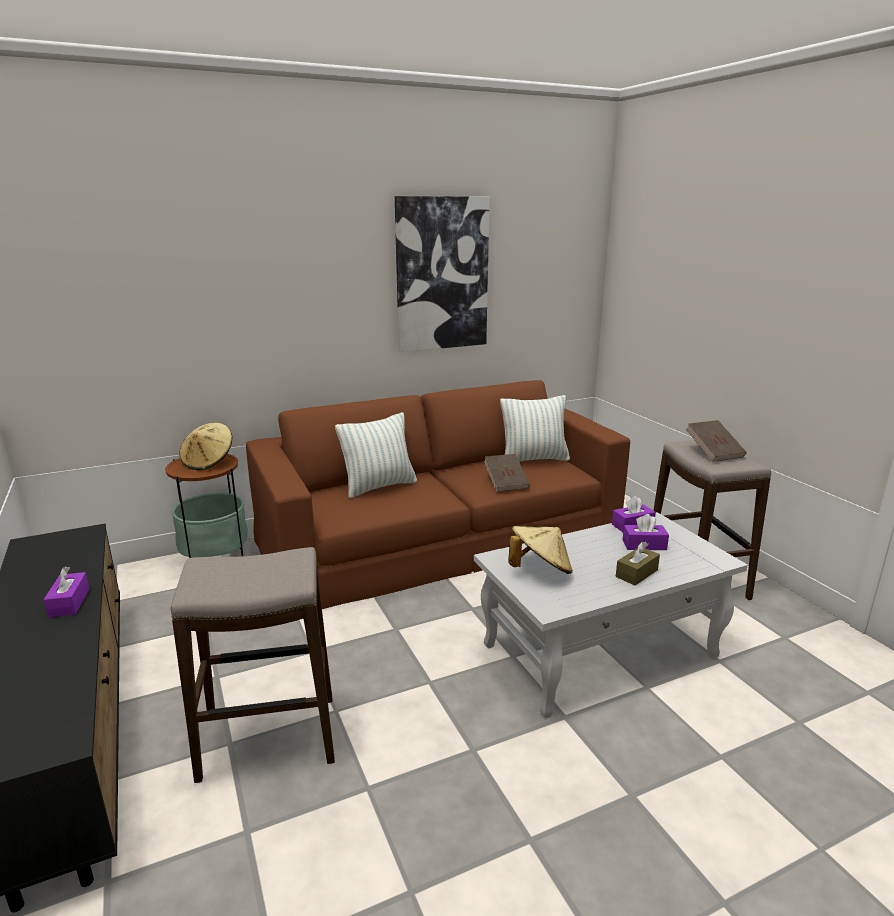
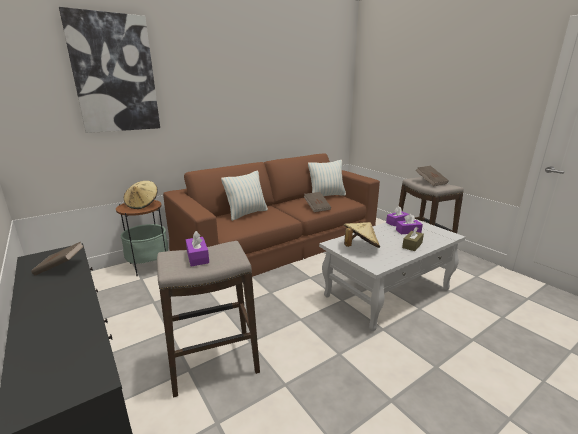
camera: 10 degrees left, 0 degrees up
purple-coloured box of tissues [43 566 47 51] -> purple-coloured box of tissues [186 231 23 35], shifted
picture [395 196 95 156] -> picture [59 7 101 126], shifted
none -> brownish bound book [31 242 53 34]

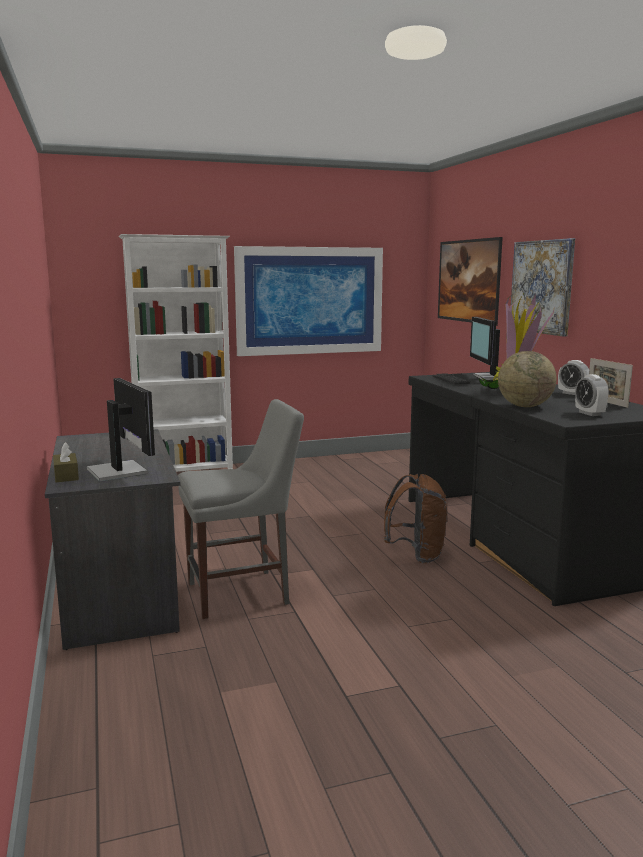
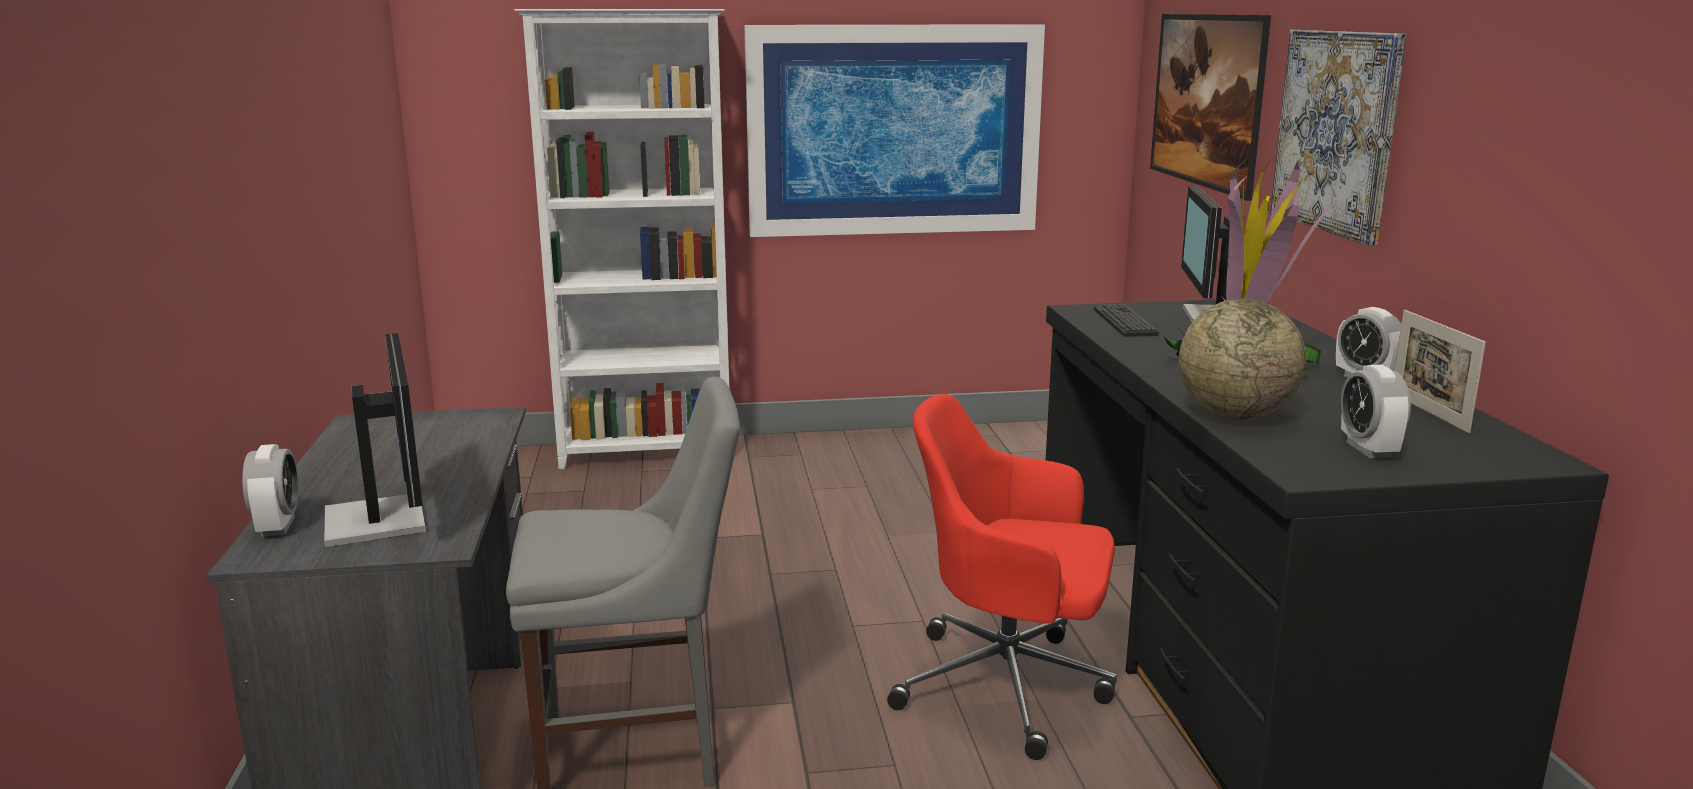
camera: 10 degrees right, 5 degrees up
brownish box of tissues [53 442 26 40] -> bedside clock [242 444 57 93]
brownish backpack [384 474 63 89] -> reddish computer chair [887 394 230 366]

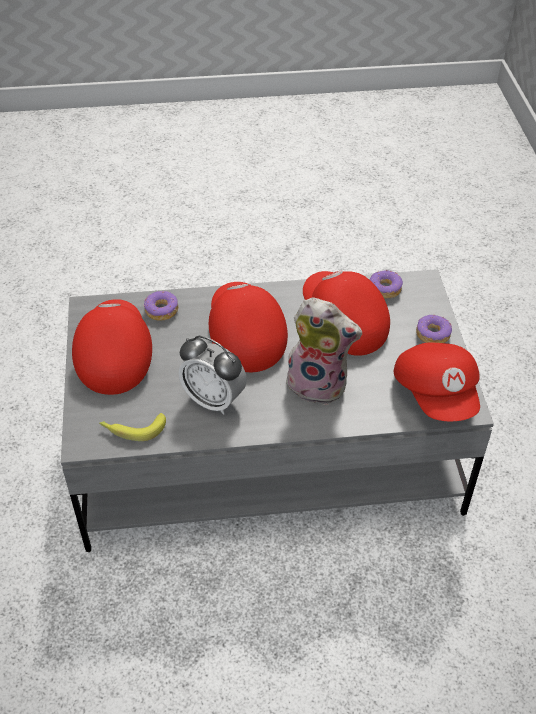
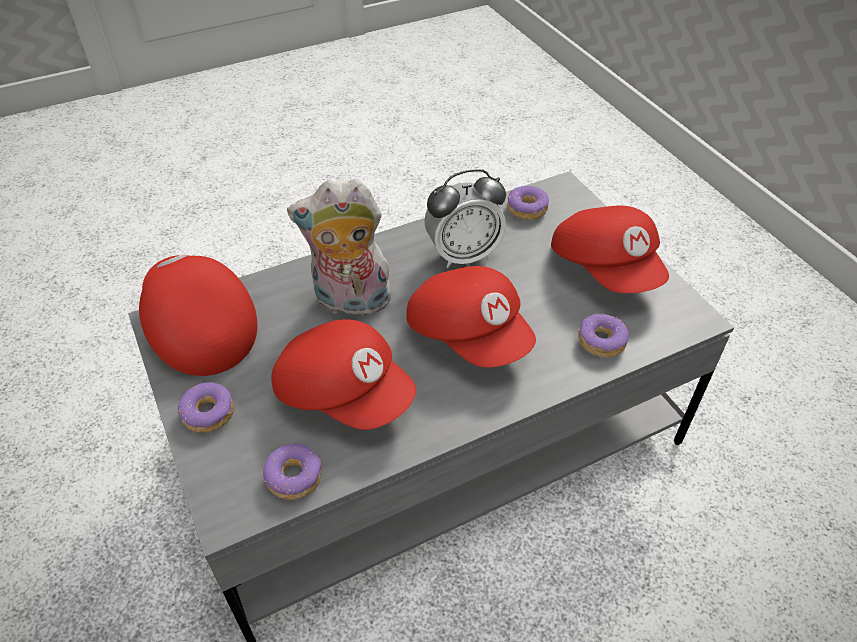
camera: 160 degrees right, 0 degrees up
banana [99 413 67 28] -> ring doughnut [507 186 42 34]
bedside clock [178 336 69 79] -> bedside clock [424 169 82 99], 150 degrees clockwise

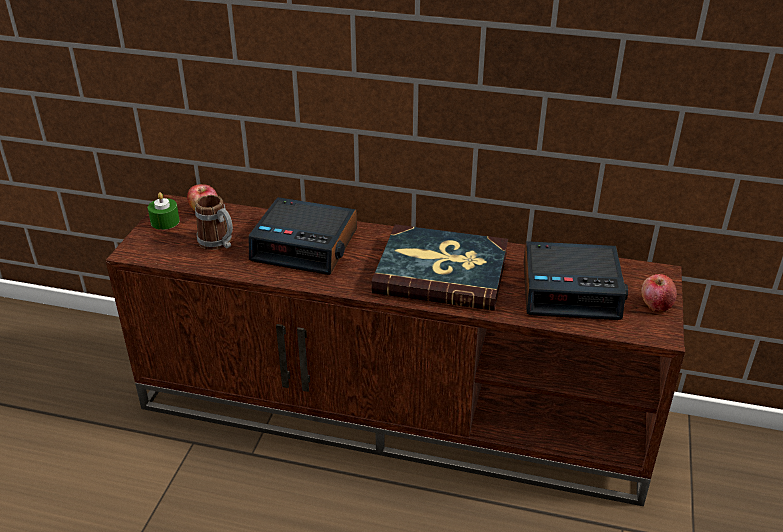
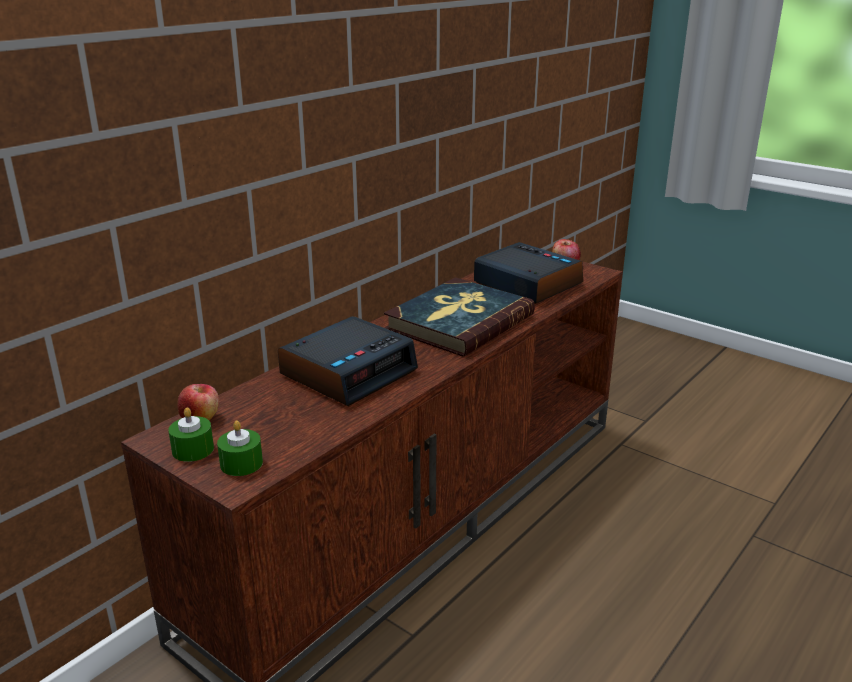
camera: 65 degrees left, 10 degrees down
tea mug [195 195 38 55] -> none
bedside clock [524 241 104 79] -> bedside clock [474 242 109 62], 75 degrees counterclockwise
none -> green-coloured wax candle [217 420 46 56]

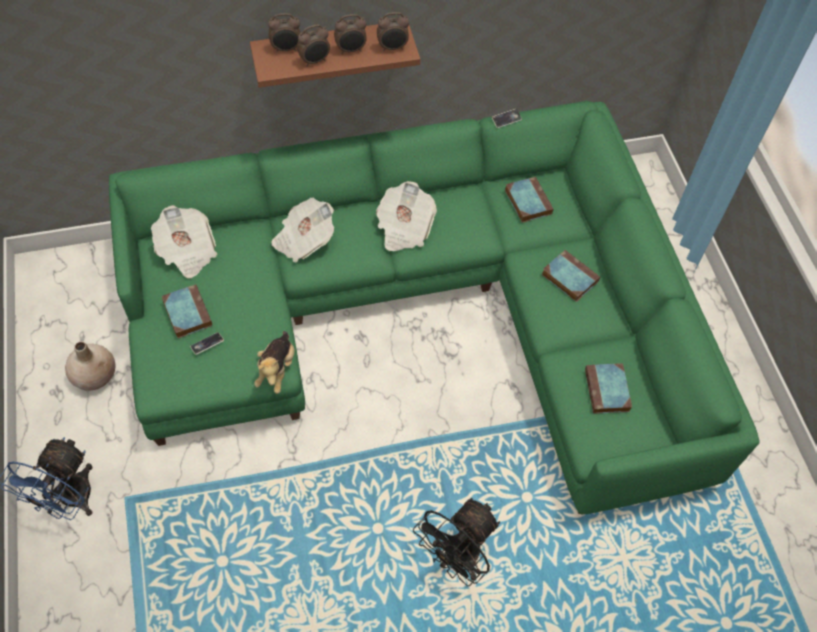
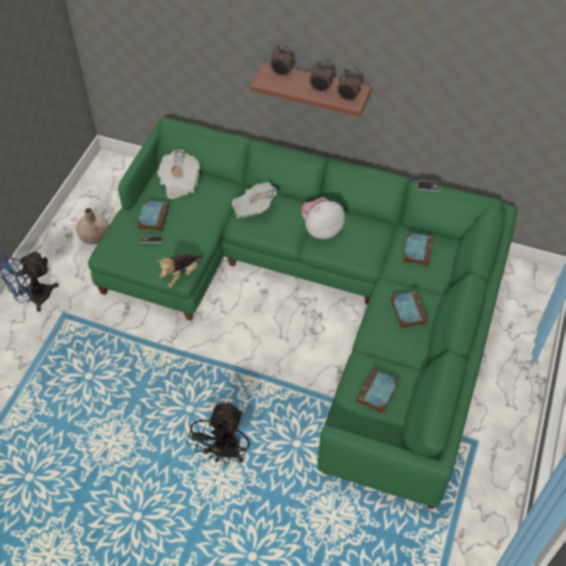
camera: 35 degrees right, 5 degrees down
bedside clock [297 25 33 42] -> none
newspaper [376 181 61 70] -> soft toy [301 197 44 42]
black cooling fan [413 498 87 88] -> black cooling fan [187 401 63 63], 60 degrees counterclockwise

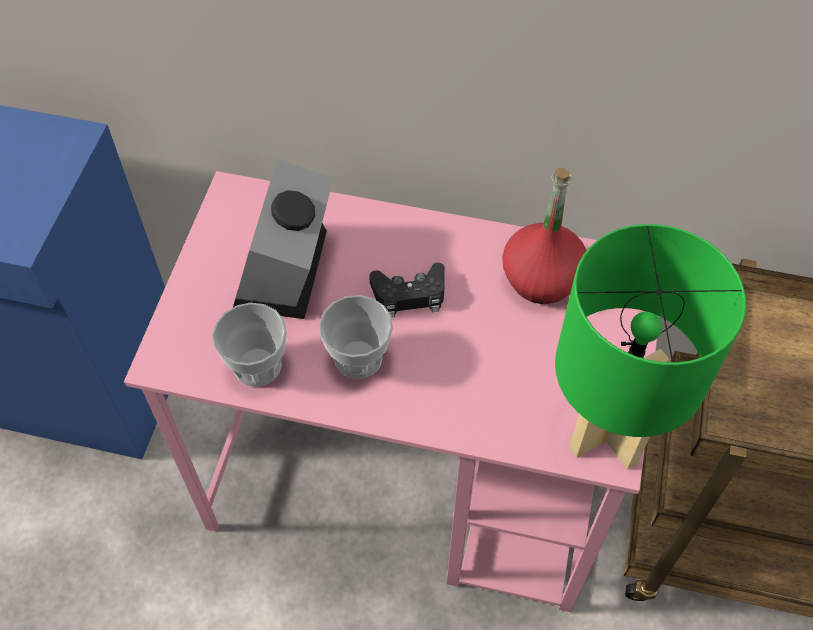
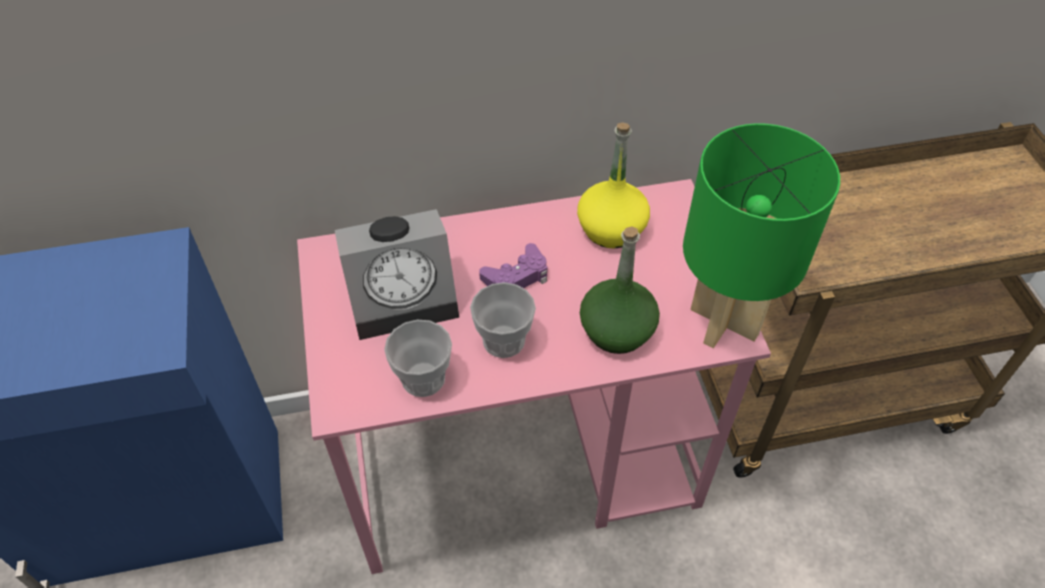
camera: 25 degrees left, 5 degrees down
bedside clock [233 158 101 161] -> bedside clock [335 209 124 131], 90 degrees counterclockwise
black game controller [369 263 76 55] -> purple-coloured game controller [479 243 69 45]
reddish beverage bottle [502 168 85 136] -> yellowish beverage bottle [577 122 73 126]
none -> green-coloured beverage bottle [580 226 80 128]

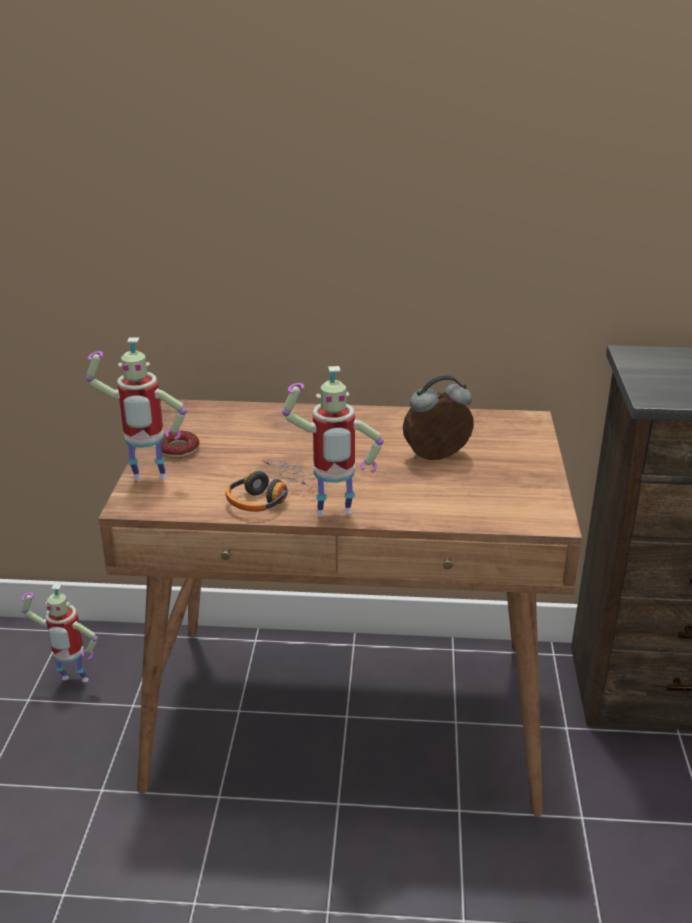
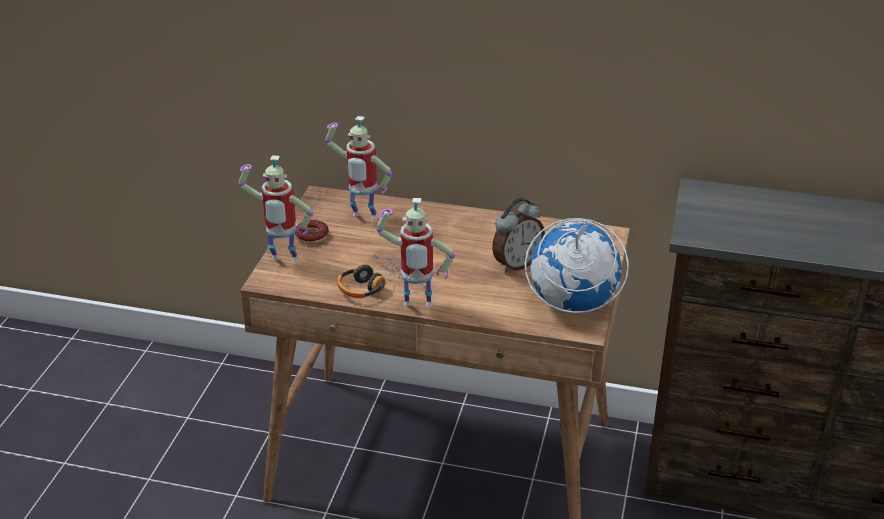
camera: 10 degrees right, 5 degrees up
robot figure [22 584 76 98] -> robot figure [325 116 68 104], shifted
bedside clock [403 375 71 85] -> bedside clock [492 198 53 75], 150 degrees clockwise
none -> globe [525 217 104 96]

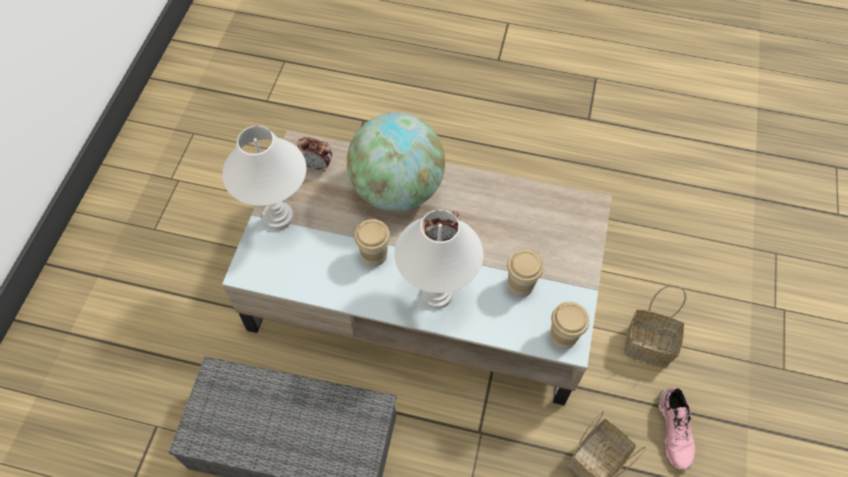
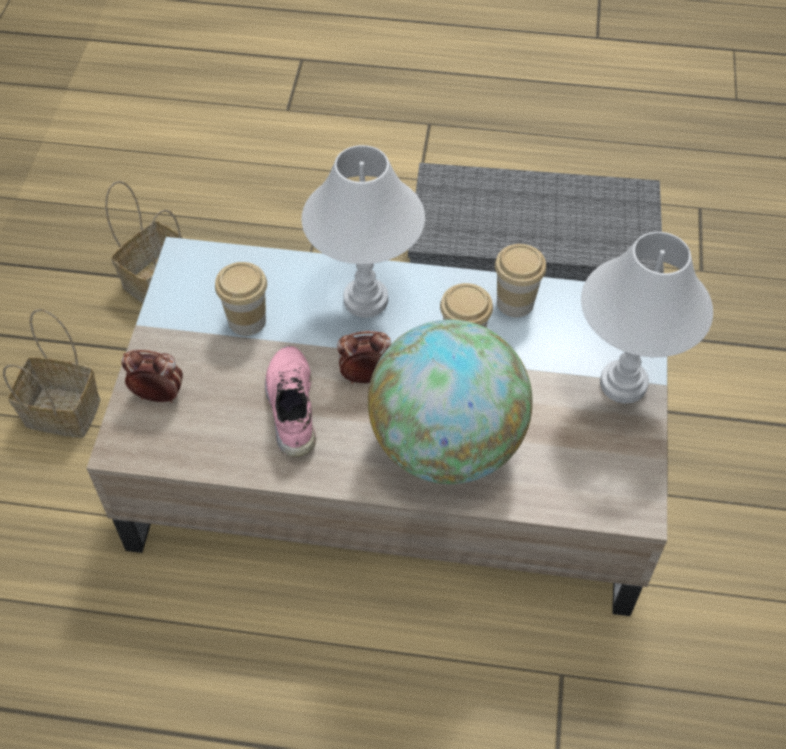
camera: 175 degrees right, 5 degrees down
bedside clock [297 137 35 35] -> bedside clock [121 350 62 53], shifted
drinking cup [550 302 39 47] -> drinking cup [495 244 51 73], shifted
pinkish low shoe [658 387 37 83] -> pinkish low shoe [265 345 51 112], shifted

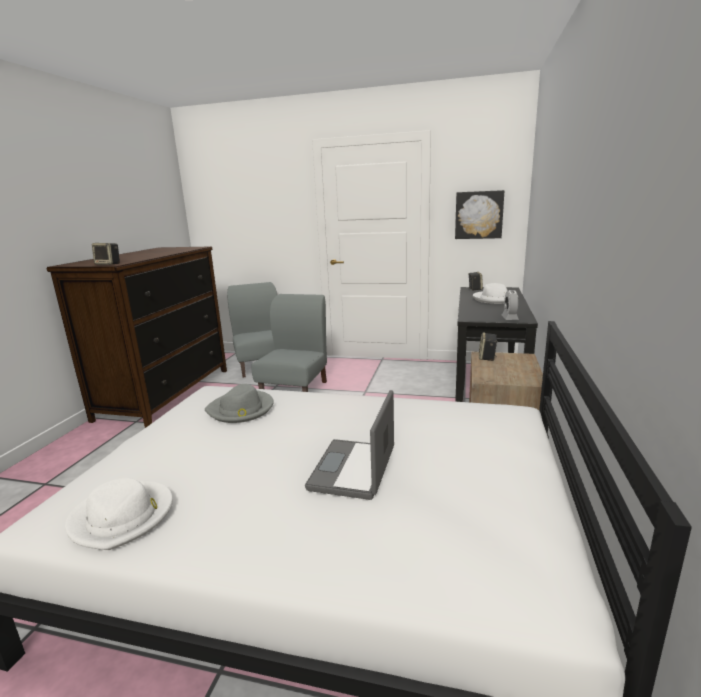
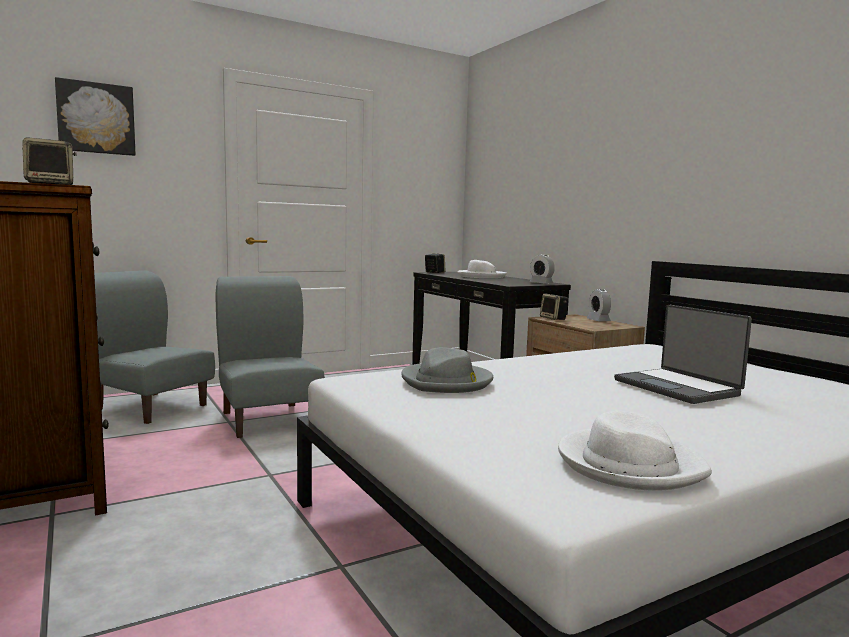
camera: 45 degrees left, 10 degrees down
picture [455 190 49 49] -> picture [55 77 81 79], shifted
none -> bedside clock [587 289 24 32]

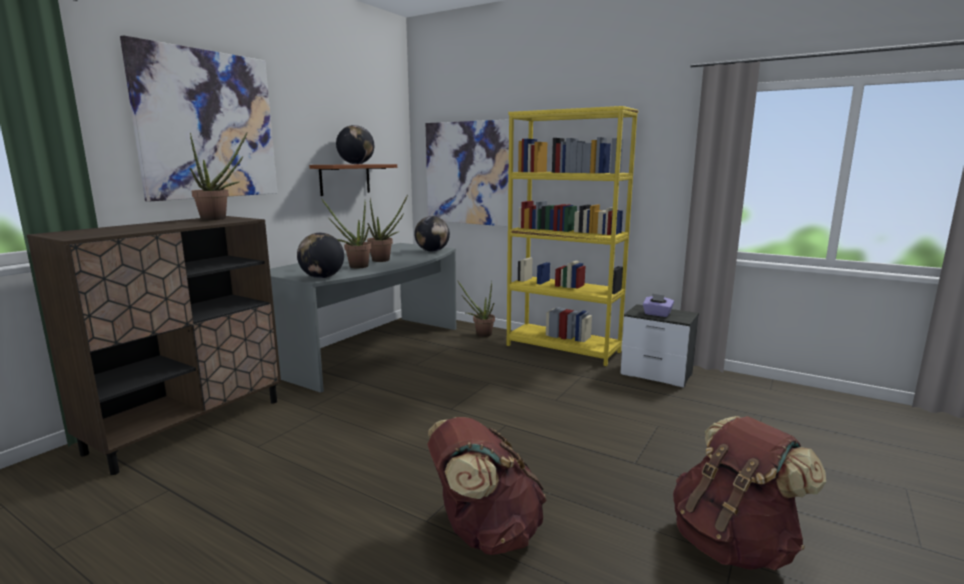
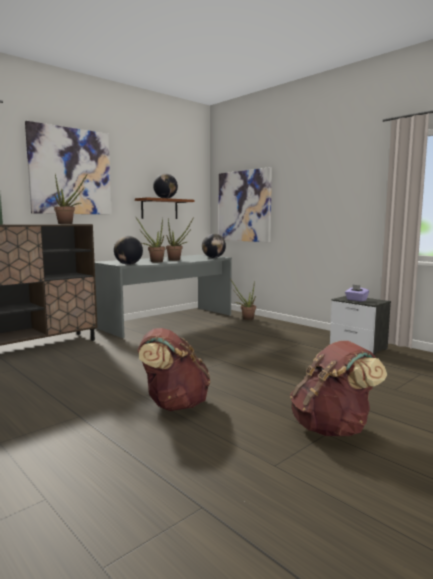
camera: 15 degrees right, 5 degrees down
yellowish bookshelf [507 106 131 260] -> none

